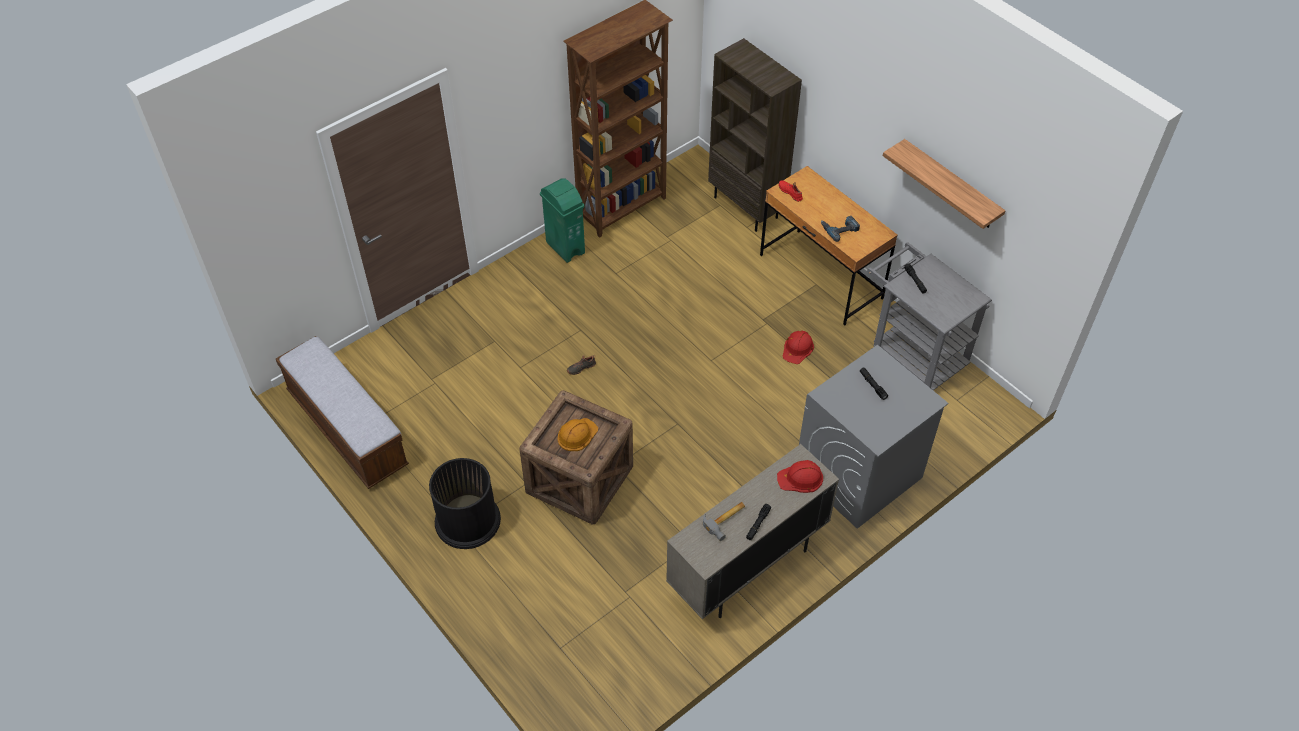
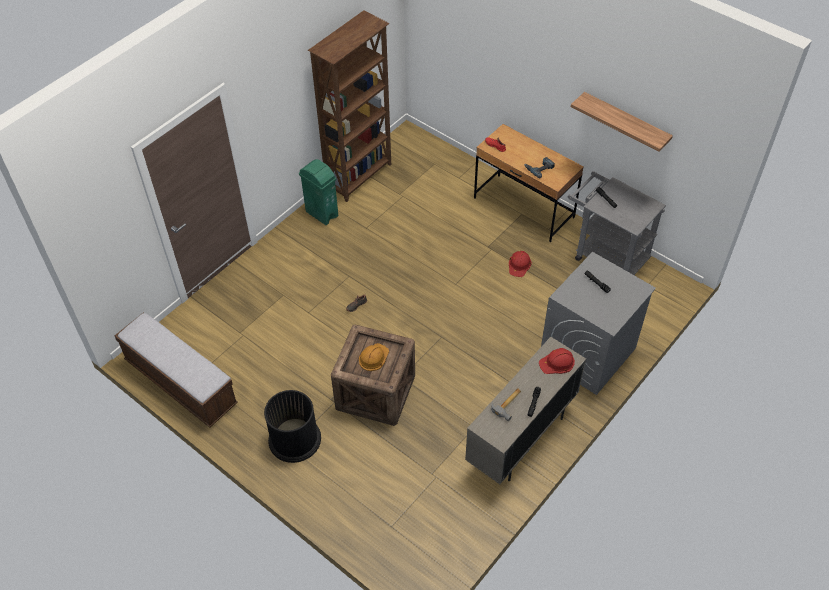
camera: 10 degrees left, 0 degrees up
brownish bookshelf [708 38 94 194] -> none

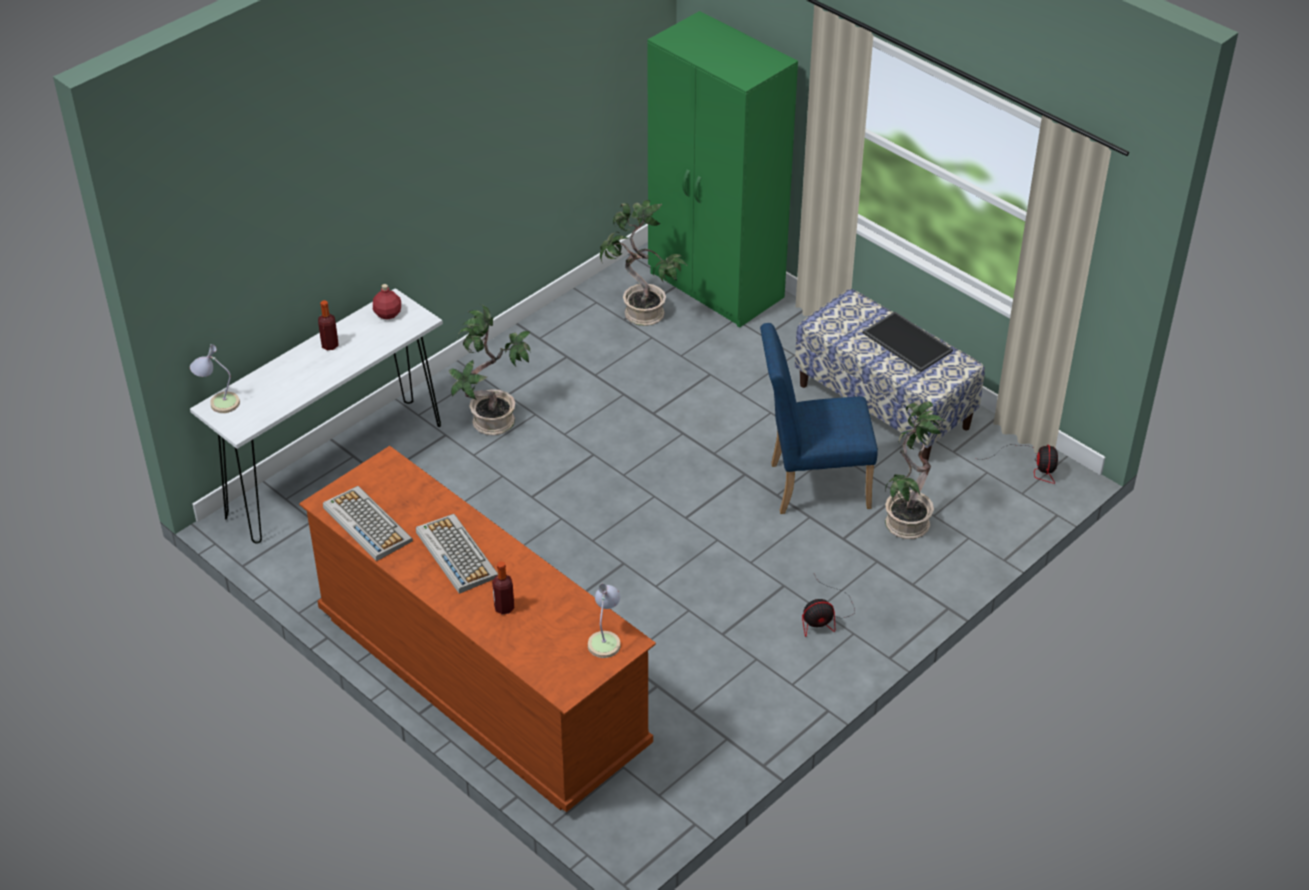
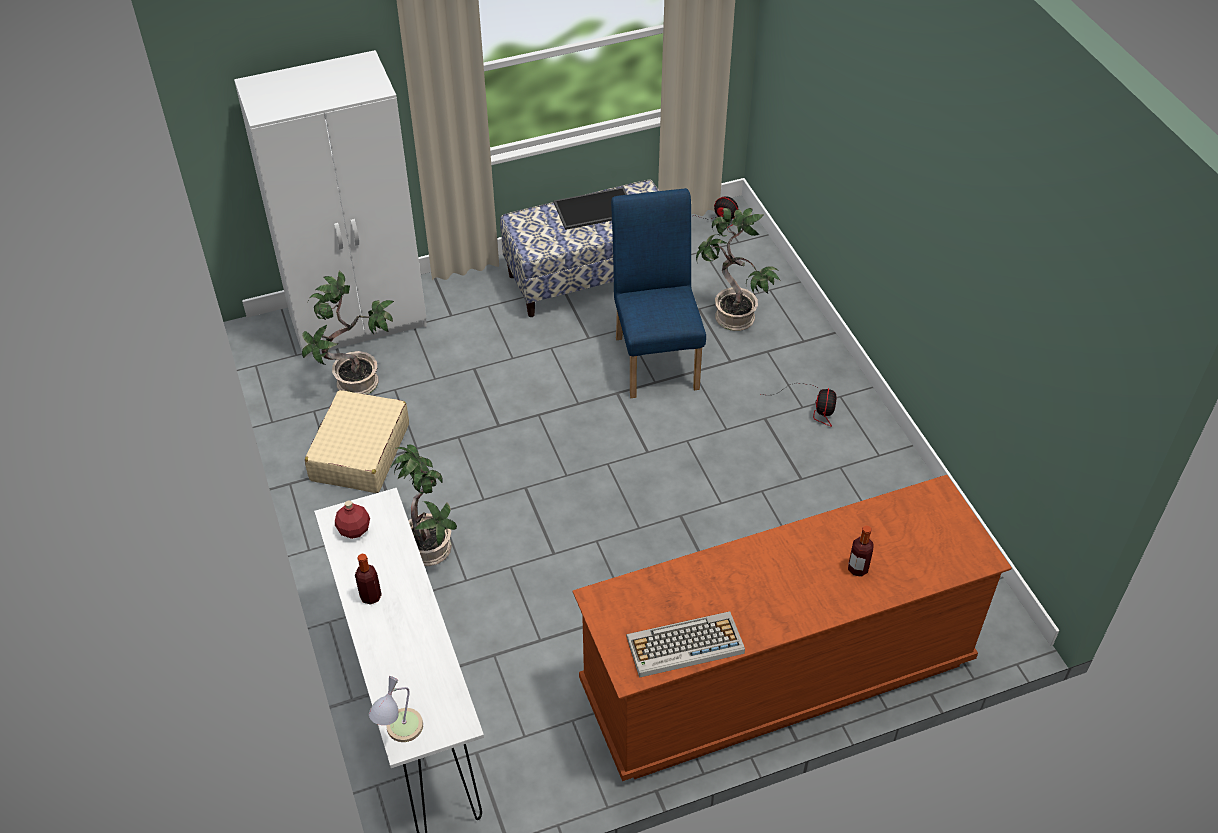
camera: 65 degrees left, 5 degrees up
PC keyboard [416 514 82 80] -> none
table lamp [588 584 33 74] -> none
green-coloured armoire [647 11 151 317] -> whitish armoire [234 50 193 308]
bluish chair [760 323 118 191] -> bluish chair [611 188 95 210], 150 degrees clockwise
none -> sand-coloured suitcase [305 390 104 103]

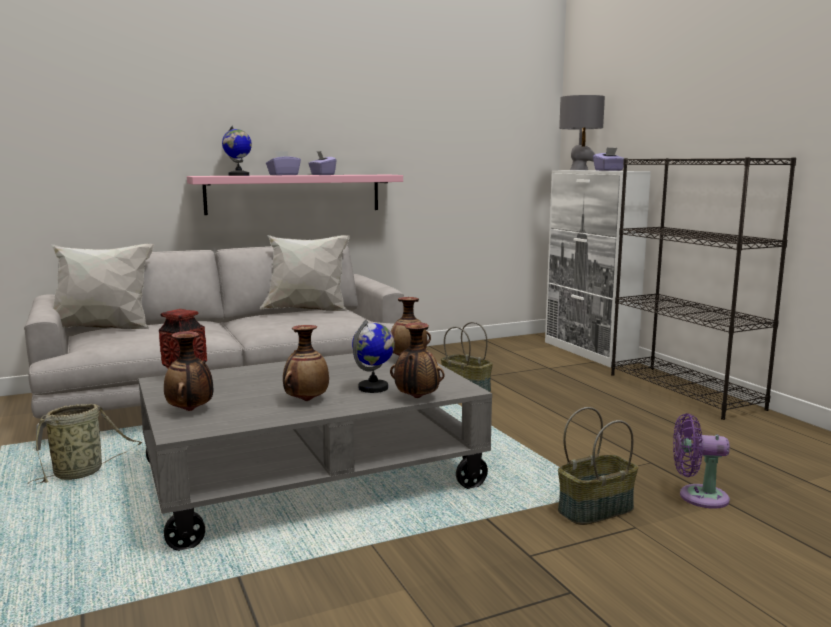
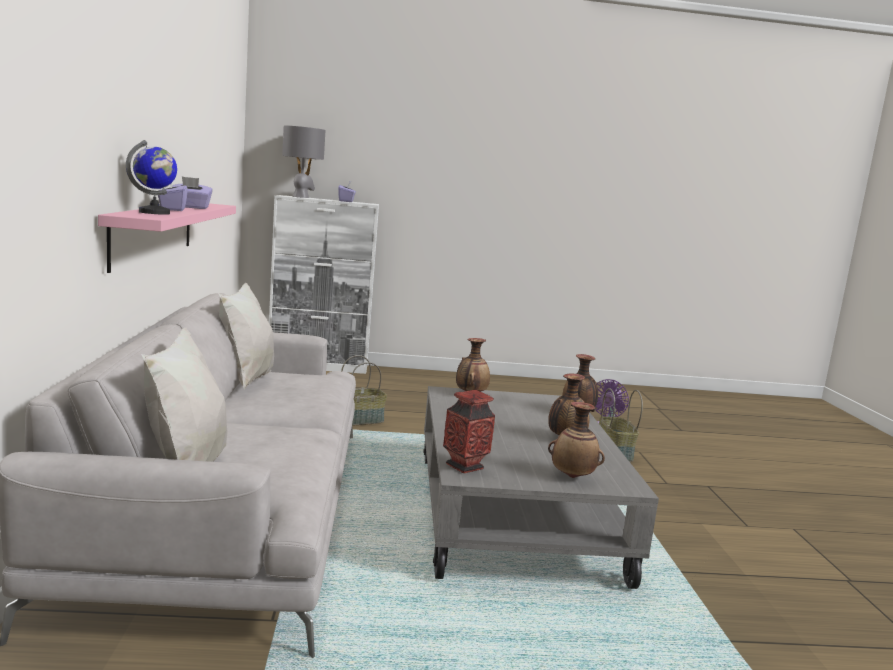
camera: 70 degrees left, 0 degrees up
household basket [27 404 116 80] -> none
globe [352 320 43 73] -> none
black bookshelf [611 157 185 263] -> none

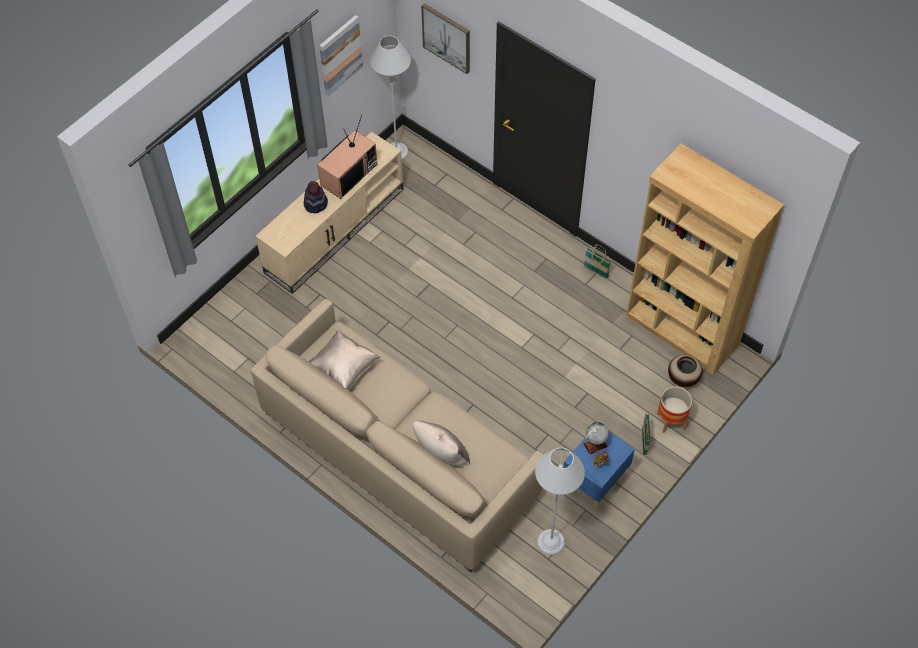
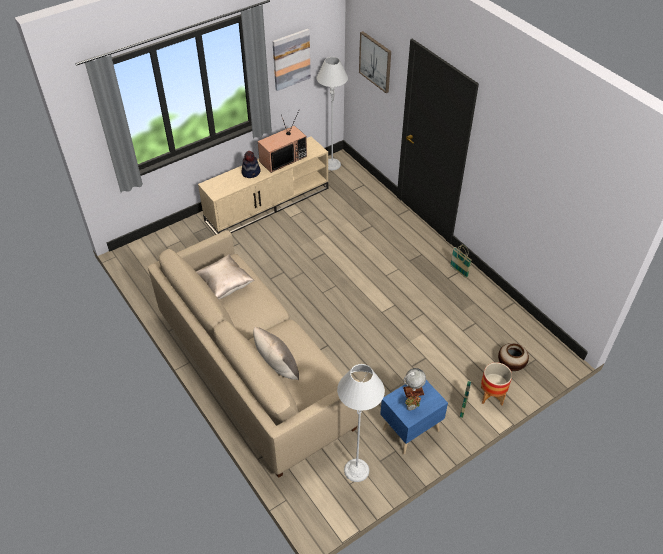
camera: 15 degrees right, 10 degrees down
brownish bookshelf [626 144 158 231] -> none

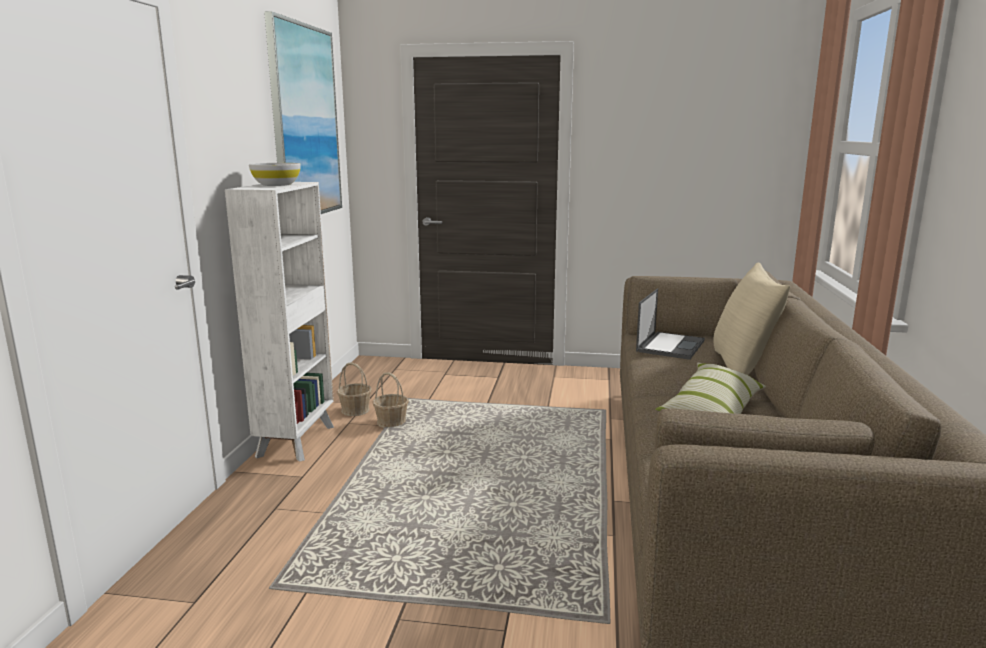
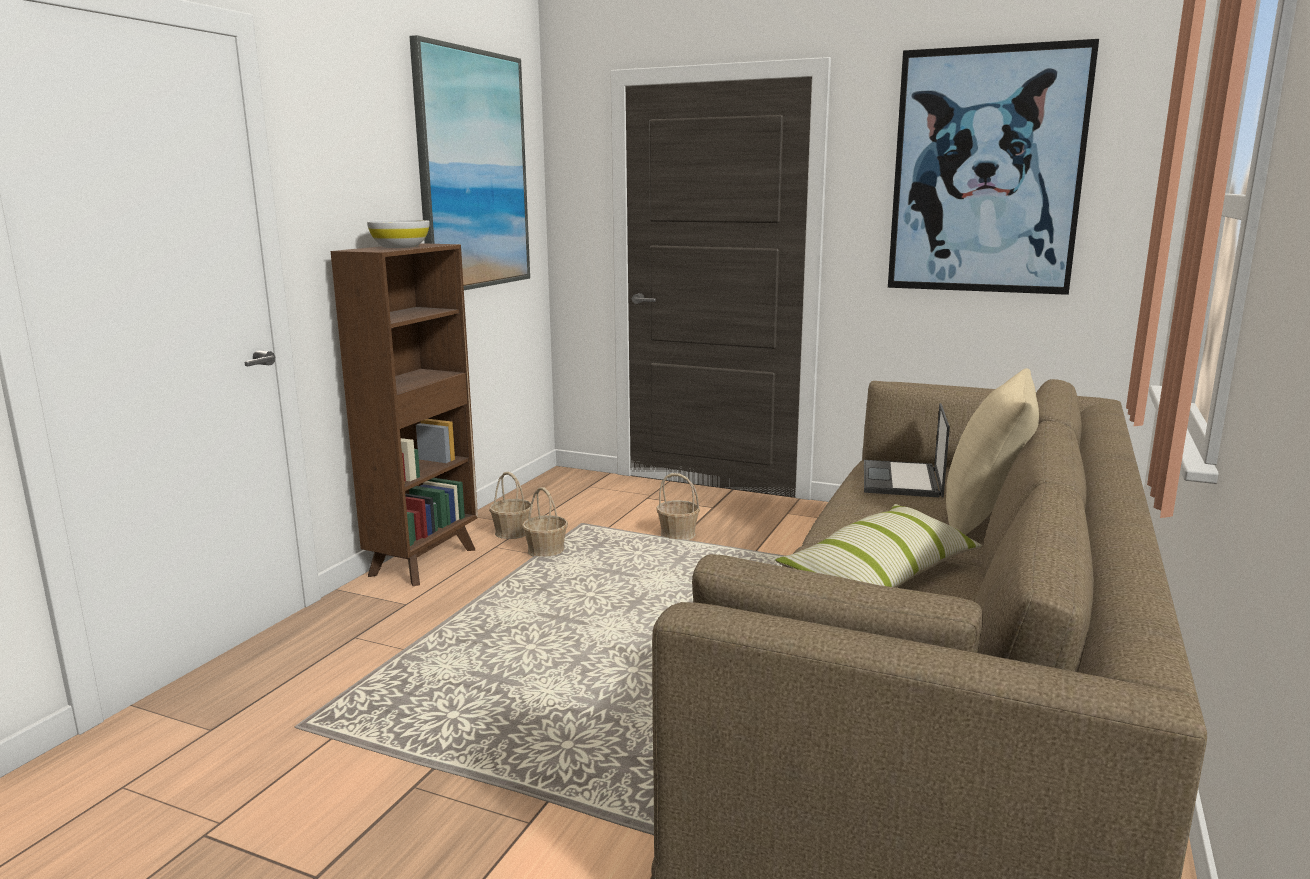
camera: 15 degrees right, 0 degrees up
whitish bookshelf [225 182 109 280] -> brownish bookshelf [330 243 148 343]
notebook computer [636 289 69 71] -> notebook computer [864 403 86 95], 150 degrees clockwise
none -> household basket [656 473 44 67]
none -> picture [888 39 211 256]

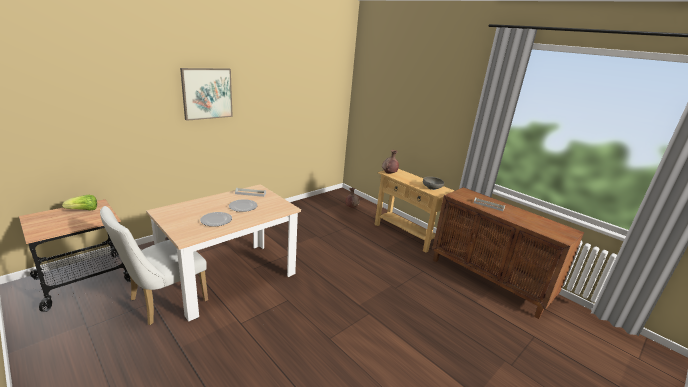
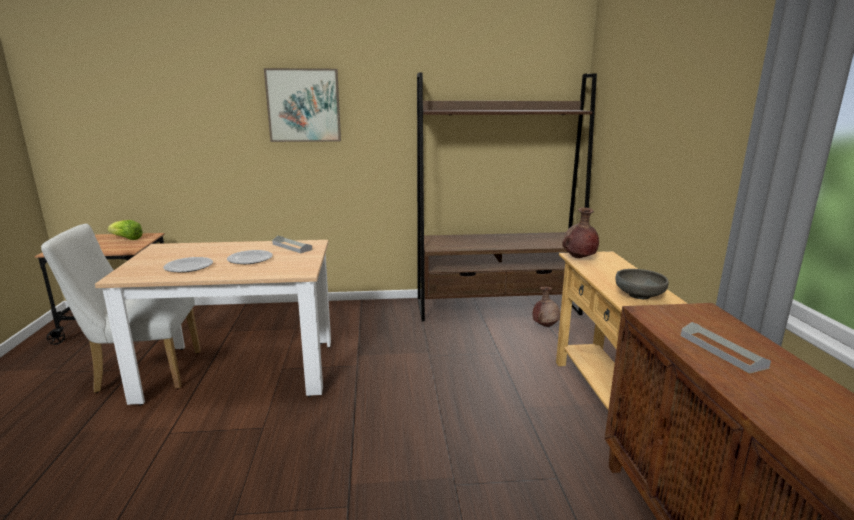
camera: 40 degrees right, 5 degrees down
none -> brownish bookshelf [417 72 180 249]

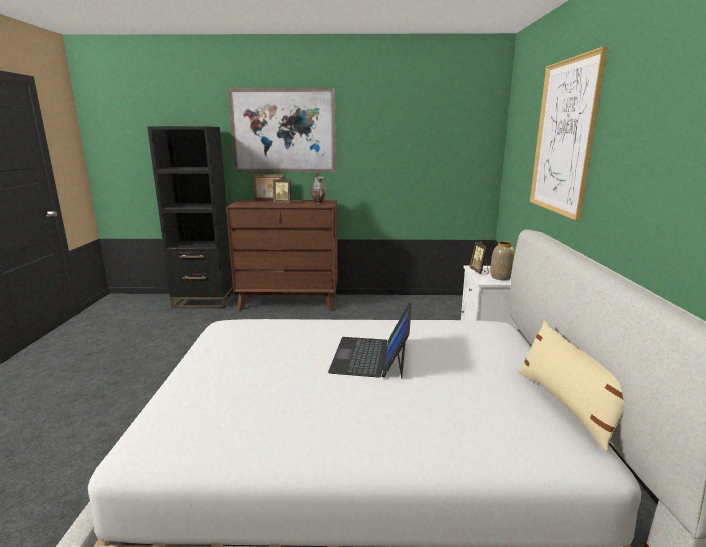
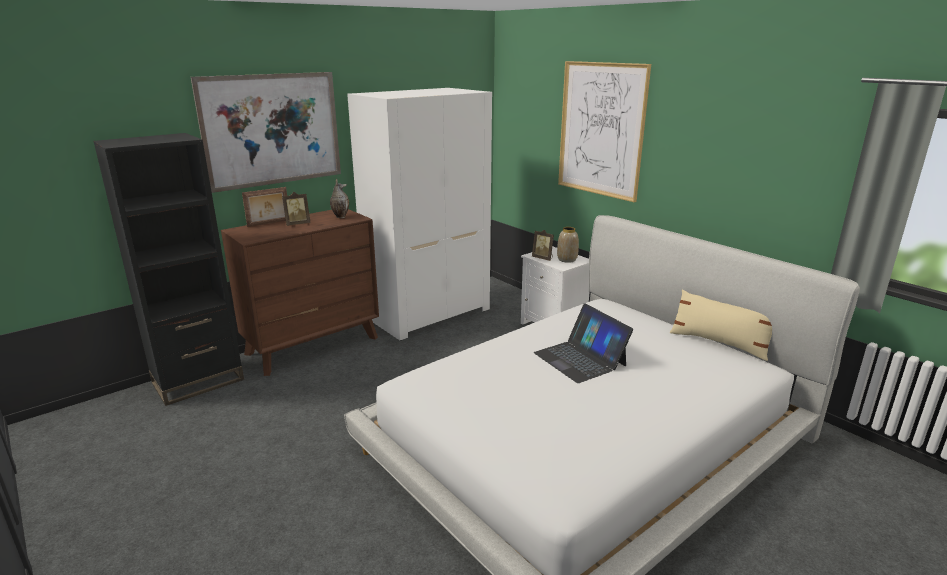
camera: 40 degrees left, 5 degrees up
none -> whitish armoire [347 88 145 253]

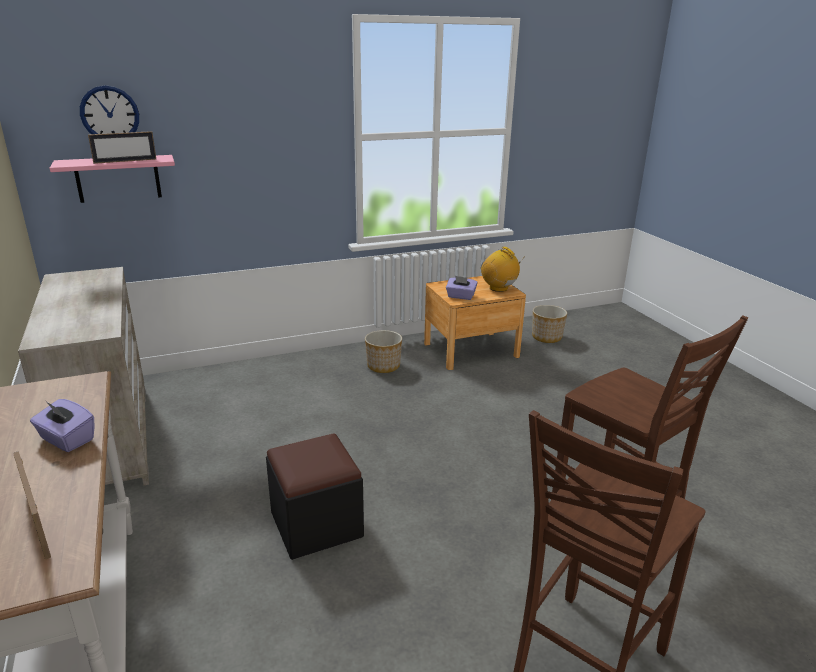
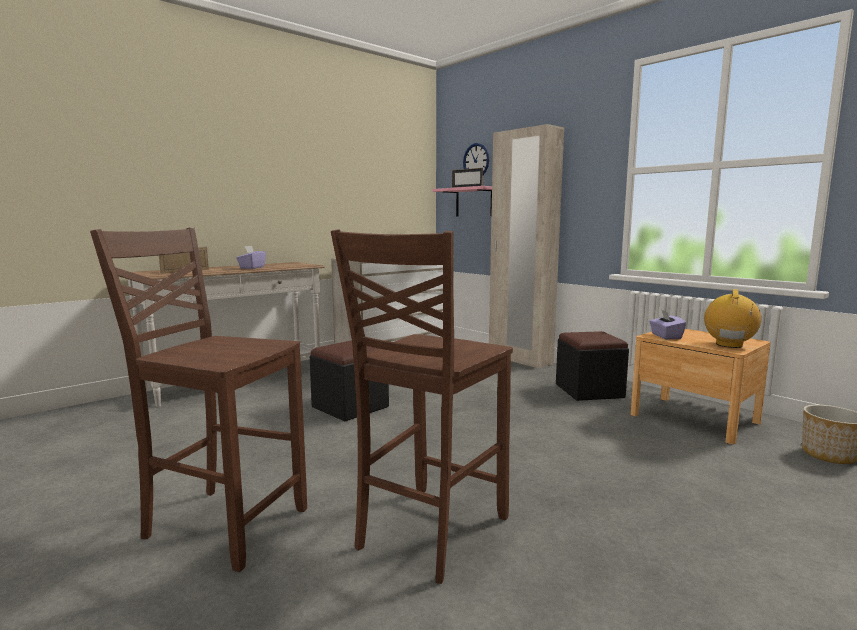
camera: 70 degrees right, 15 degrees down
flower pot [365 330 37 43] -> black ottoman [556 331 73 70]
none -> sand-coloured armoire [489 124 75 244]

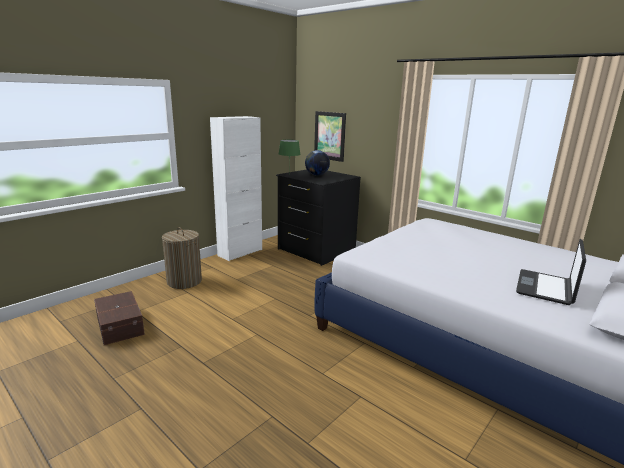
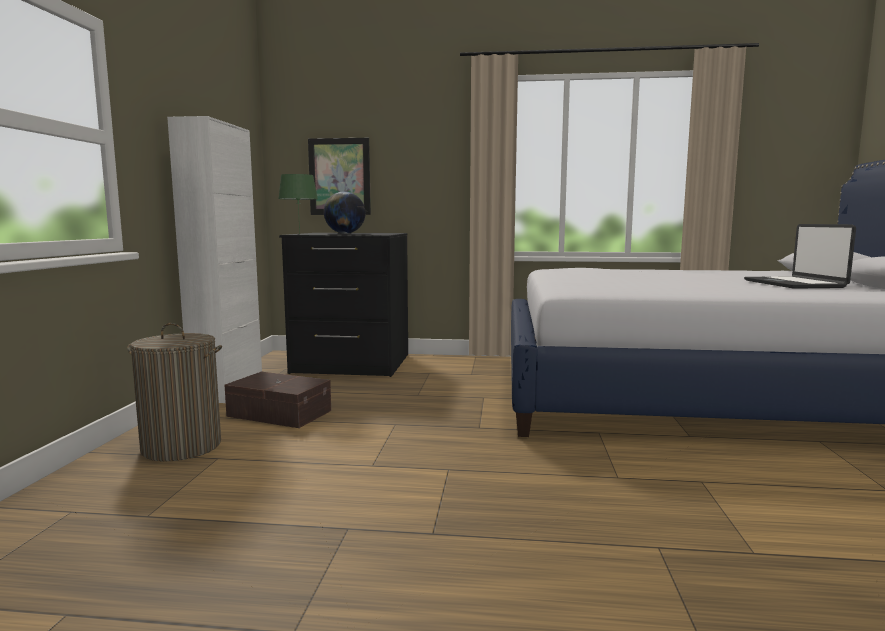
camera: 35 degrees left, 10 degrees down
brownish storage box [94 291 51 54] -> brownish storage box [225 372 106 56], shifted

